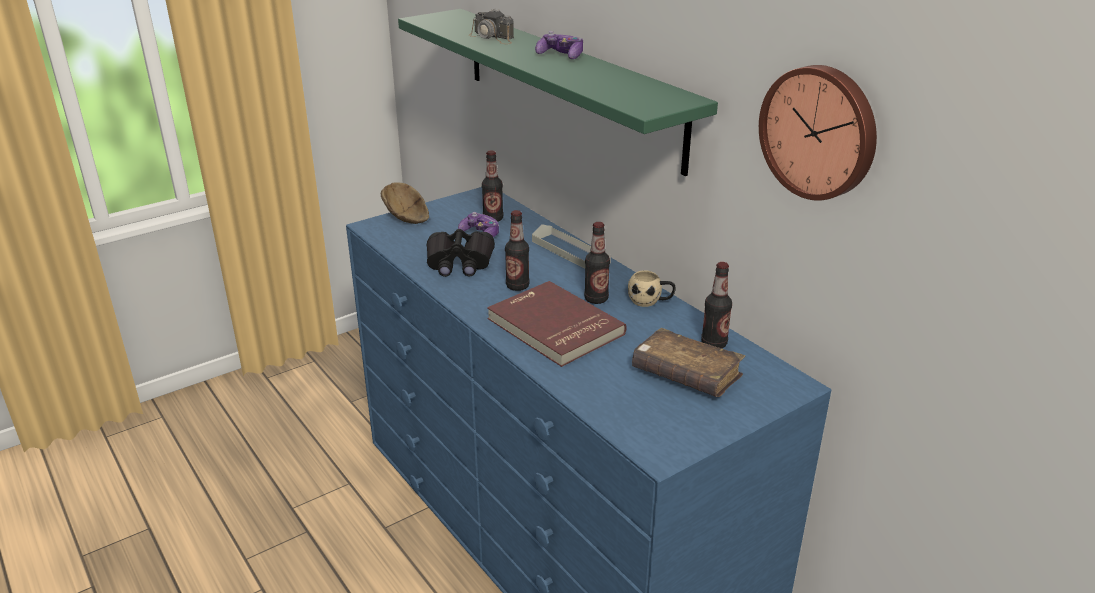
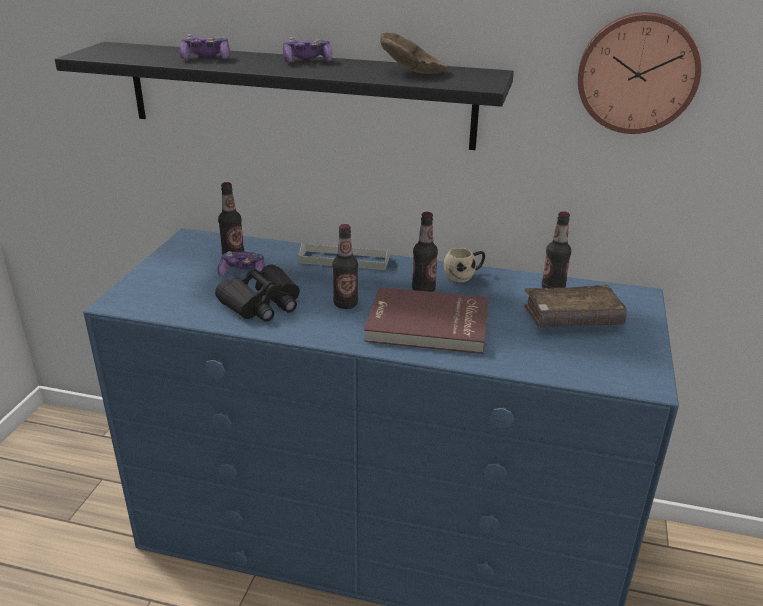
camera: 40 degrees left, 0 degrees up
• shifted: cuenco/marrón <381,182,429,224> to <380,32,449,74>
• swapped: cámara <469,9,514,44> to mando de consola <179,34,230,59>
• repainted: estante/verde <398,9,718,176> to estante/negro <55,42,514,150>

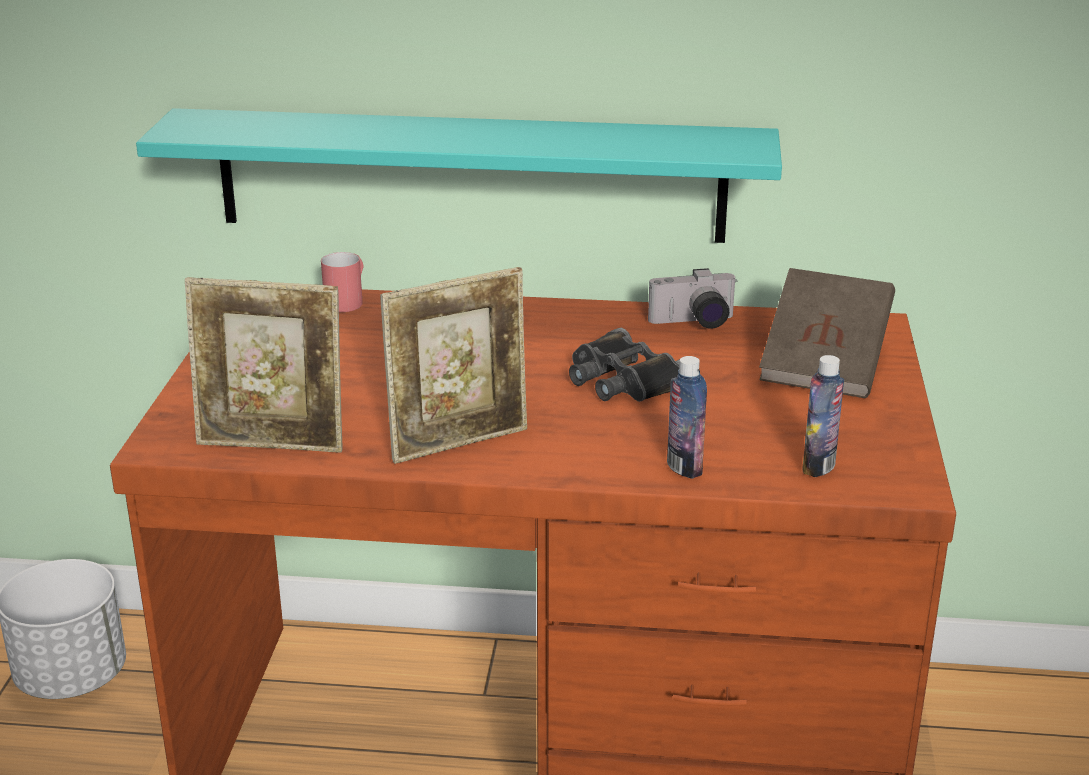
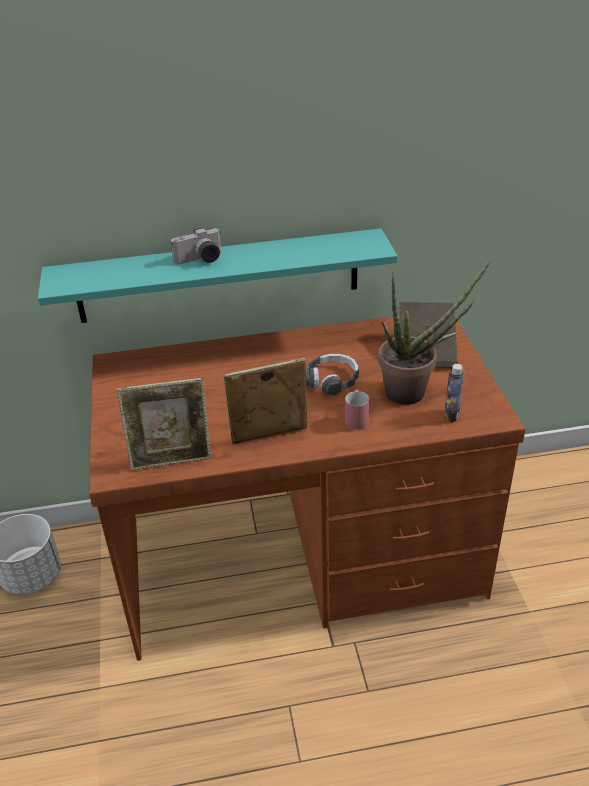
camera: 15 degrees left, 10 degrees up
• gone: botella <667,356,707,479>
• new: planta en maceta <378,259,491,405>
• shifted: taza grande/rojo <321,252,364,312> to <345,389,369,430>
• shifted: cámara <648,268,737,329> to <171,227,221,265>
• swapped: prismáticos/negro <569,328,680,402> to auriculares <306,353,359,396>
• rotated: portarretratos <380,267,527,464> = <223,358,307,445> 150 degrees counterclockwise

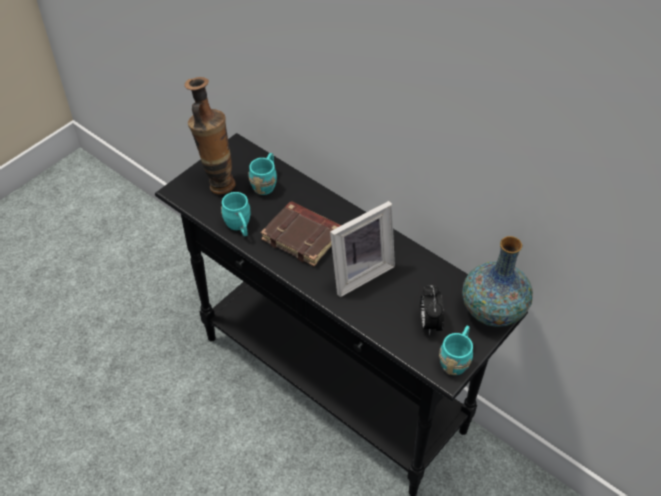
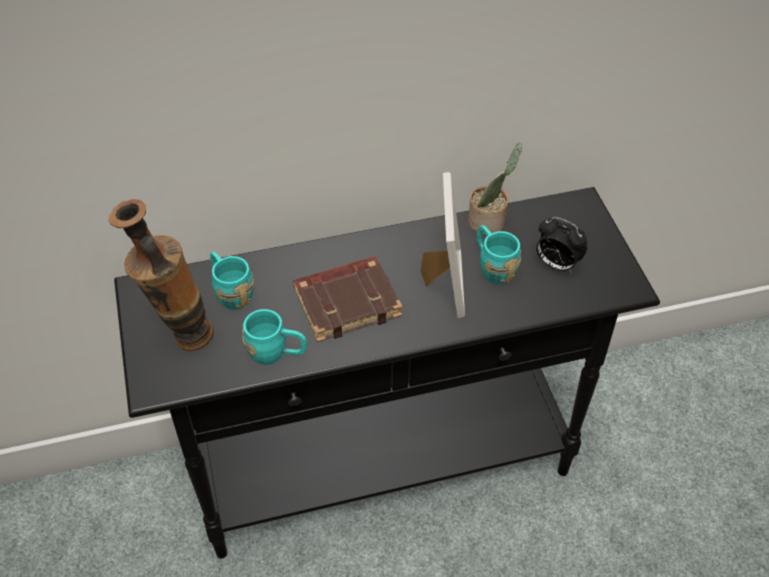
camera: 55 degrees left, 0 degrees up
• gone: florero <462,236,533,327>
• new: planta en maceta <468,143,522,235>
• shifted: taza grande/turquesa <439,326,473,375> to <477,225,521,284>

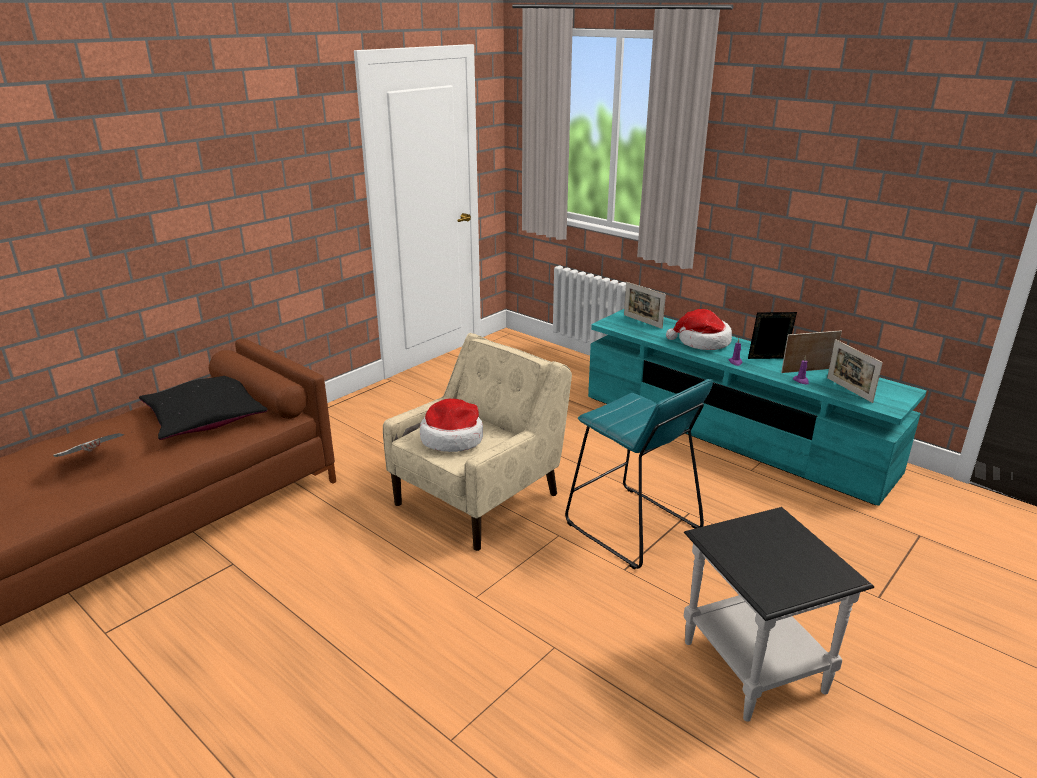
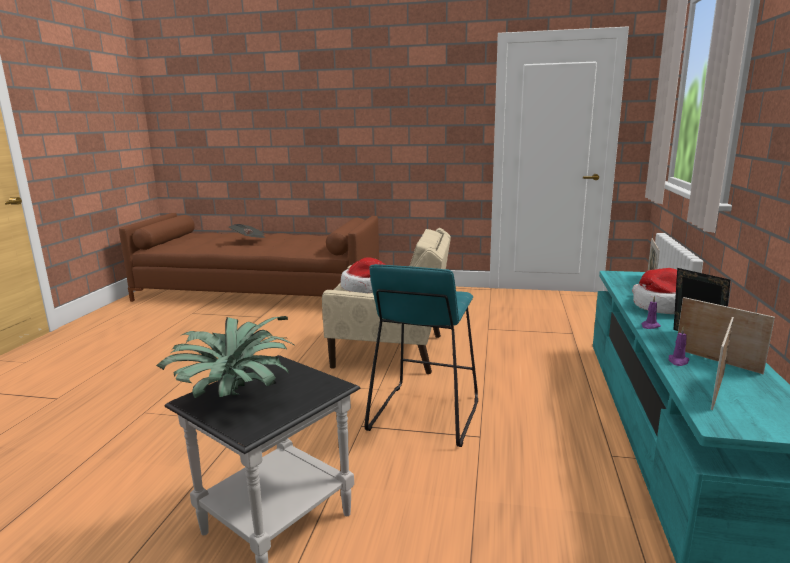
camera: 60 degrees right, 10 degrees down
• gone: cojín/negro <139,376,268,440>
• new: planta en maceta <156,316,296,399>

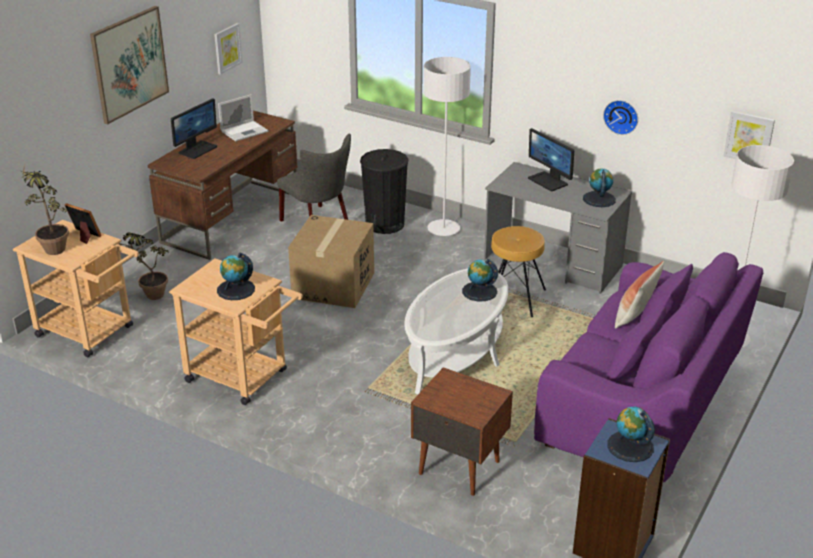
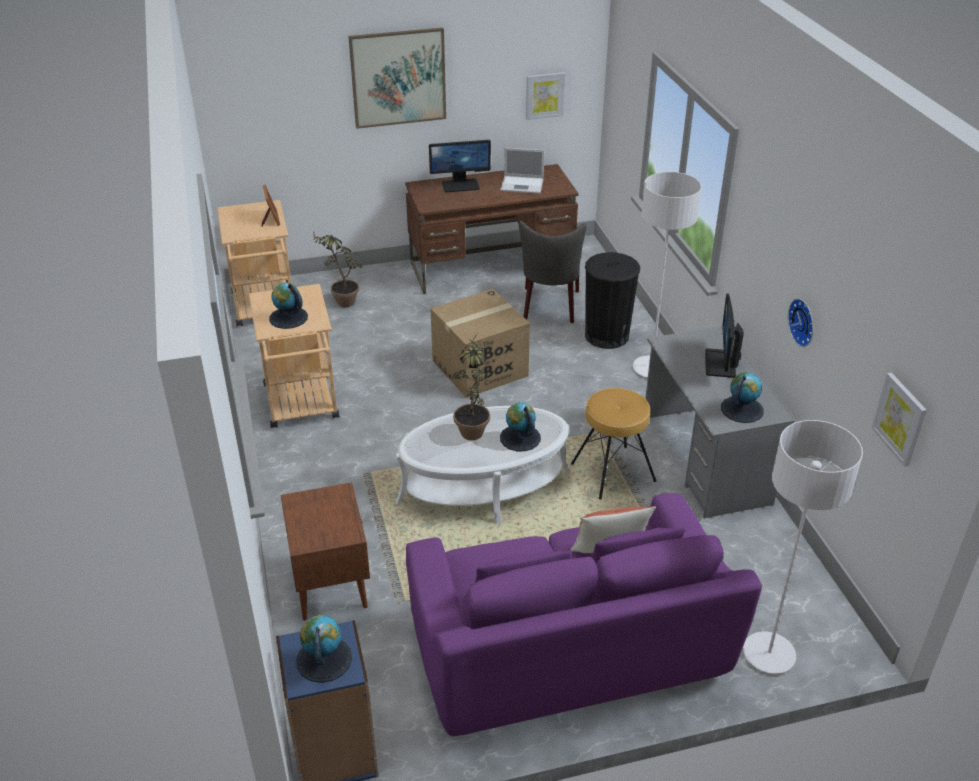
camera: 45 degrees right, 5 degrees up
• shifted: planta en maceta <21,169,69,255> to <452,334,490,441>

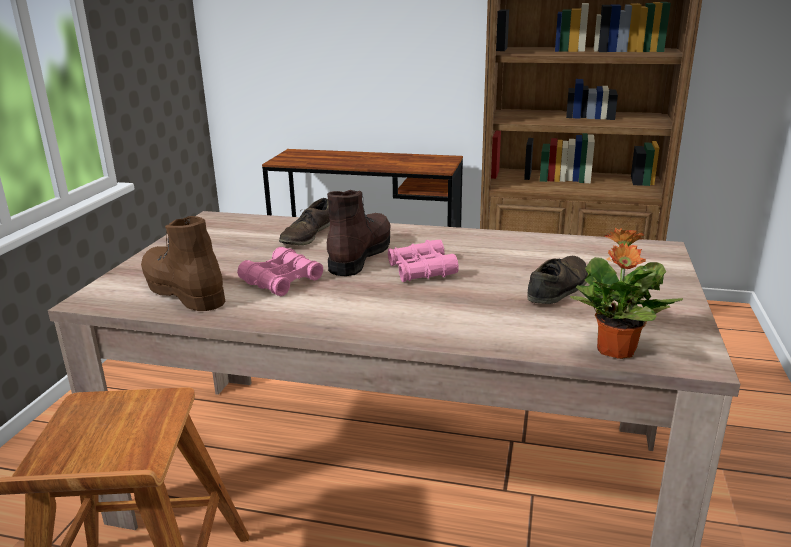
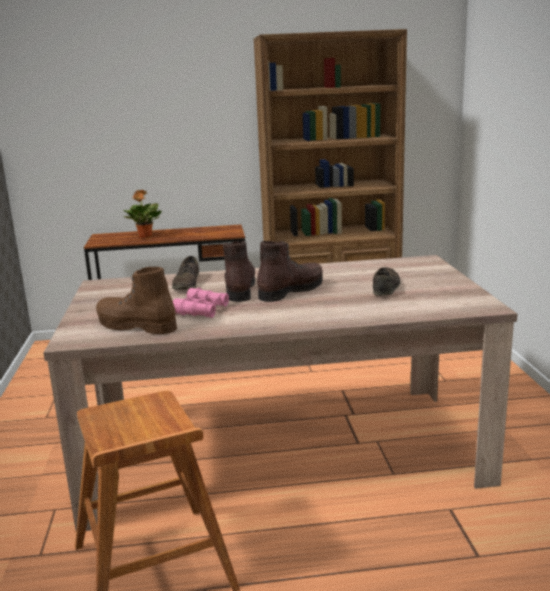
camera: 20 degrees left, 5 degrees down
• shifted: planta en maceta <570,227,683,359> to <124,190,161,238>
• swapped: prismáticos/rosa <388,240,459,282> to bota/marrón <257,241,323,302>

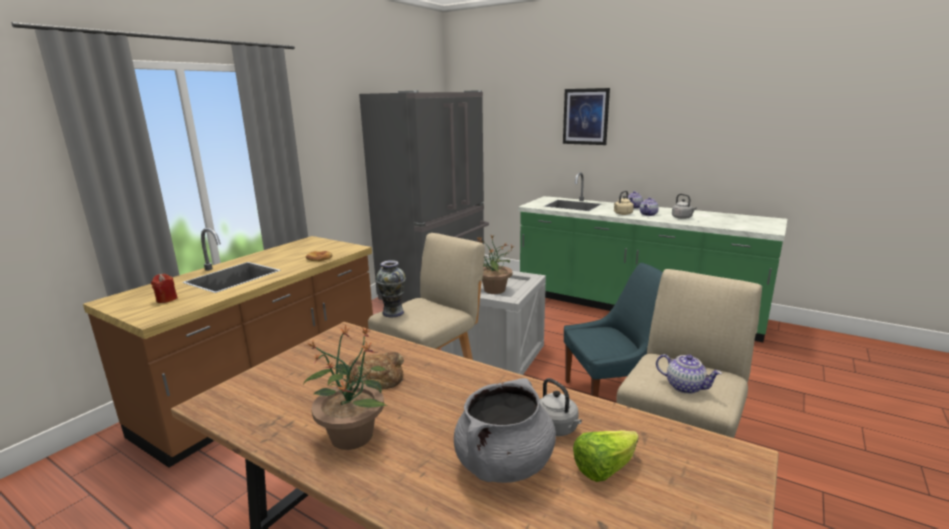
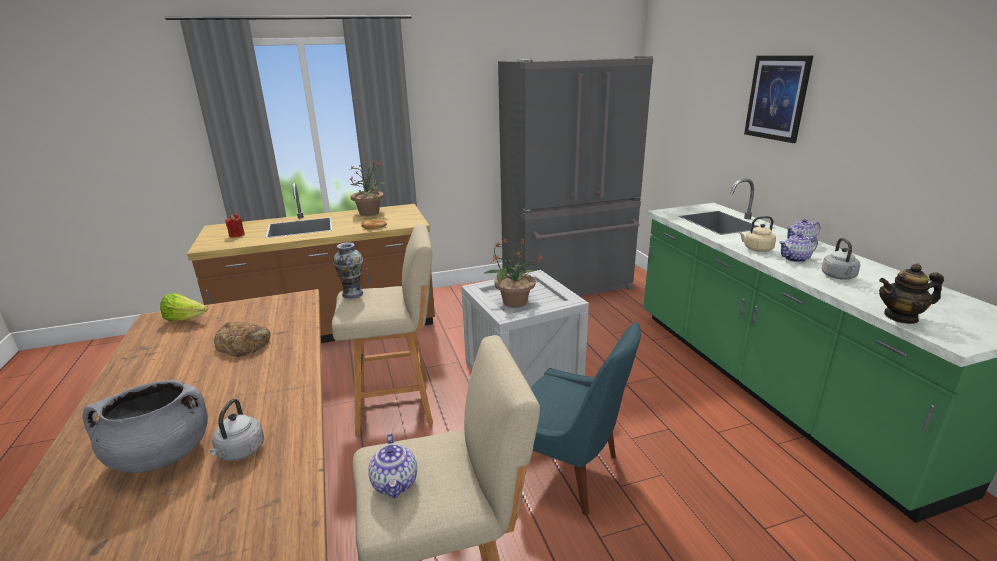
camera: 40 degrees right, 5 degrees up
• new: tetera <879,264,944,324>
• shifted: planta en maceta <303,325,387,450> to <349,161,387,216>
• shifted: lechuga <573,430,639,482> to <160,293,208,321>

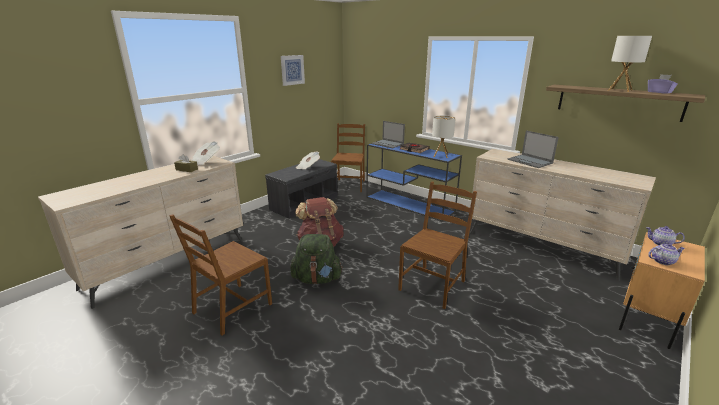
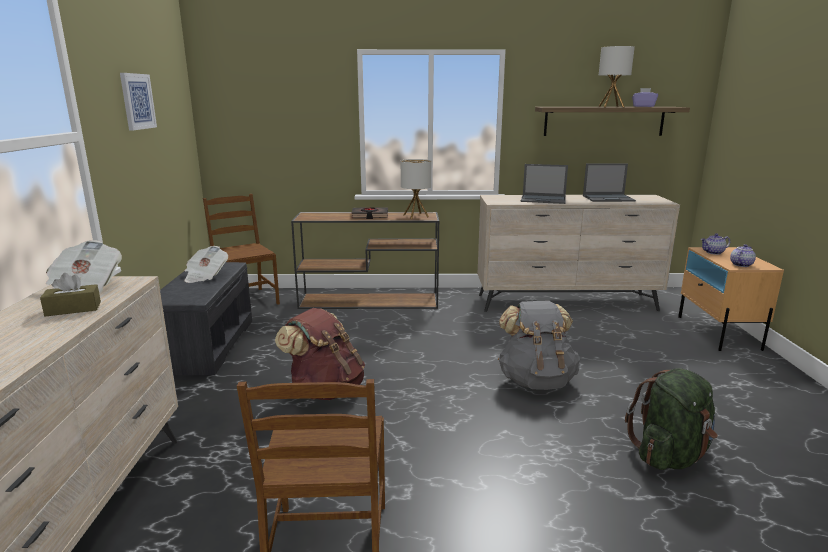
camera: 40 degrees left, 5 degrees down
• shifted: mochila/verde <290,234,343,284> to <625,368,718,470>
• shifted: portátil <371,121,405,148> to <583,164,636,202>
• swapped: silla/marrón <398,181,477,309> to mochila/gris <498,301,580,390>
• repainted: mesa consola/azul <366,144,462,222> to mesa consola/marrón <291,212,439,309>

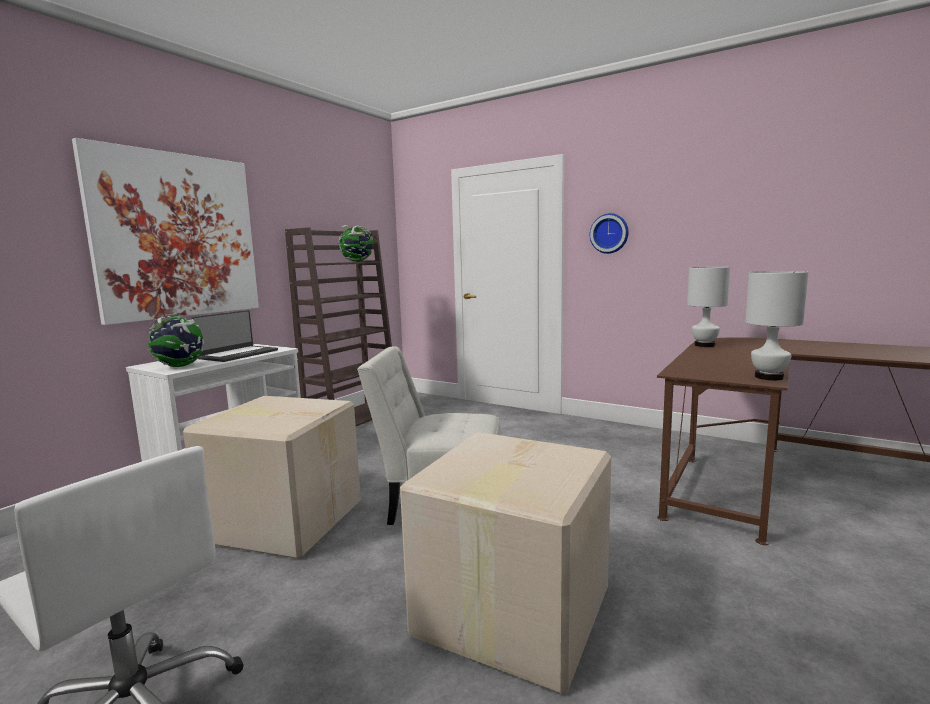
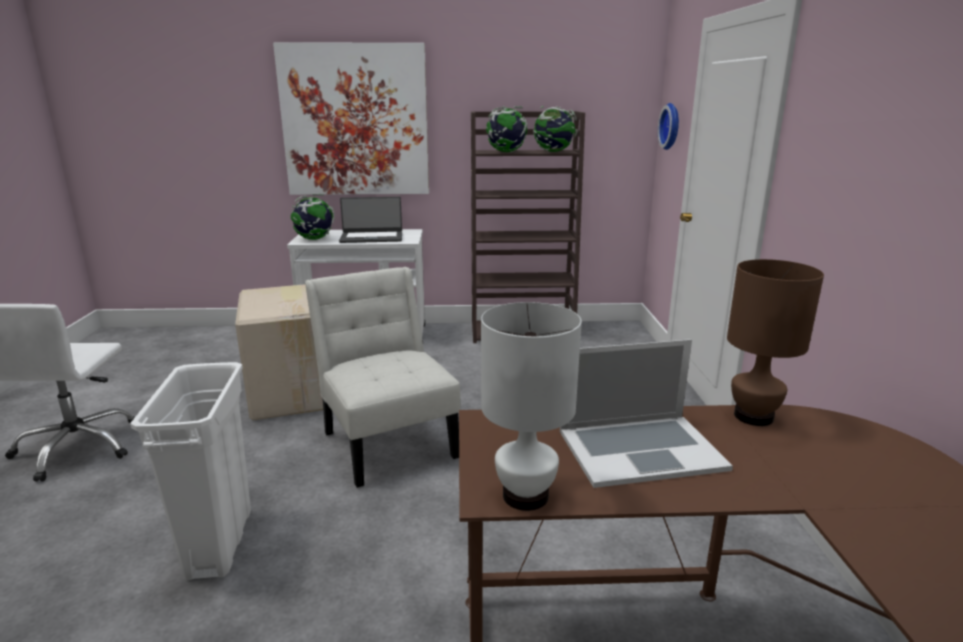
camera: 55 degrees right, 10 degrees up
• new: globo terráqueo <486,106,528,152>
• new: portátil <560,339,733,488>
• shifted: reloj de pared <590,213,629,254> to <658,103,679,150>
• swapped: caja de cartón <400,432,611,693> to papelera/blanco <130,362,251,580>
• repainted: lámpara de mesa/blanco <687,267,730,347> to lámpara de mesa/marrón <727,259,824,426>

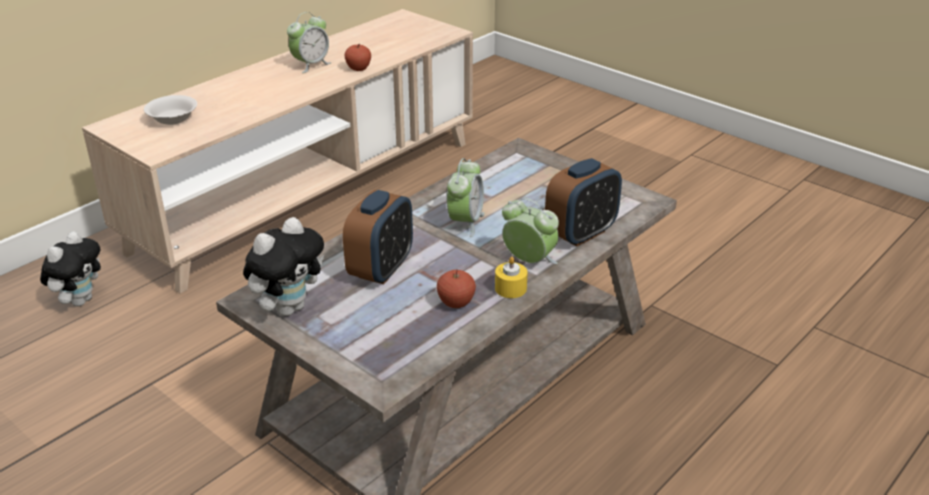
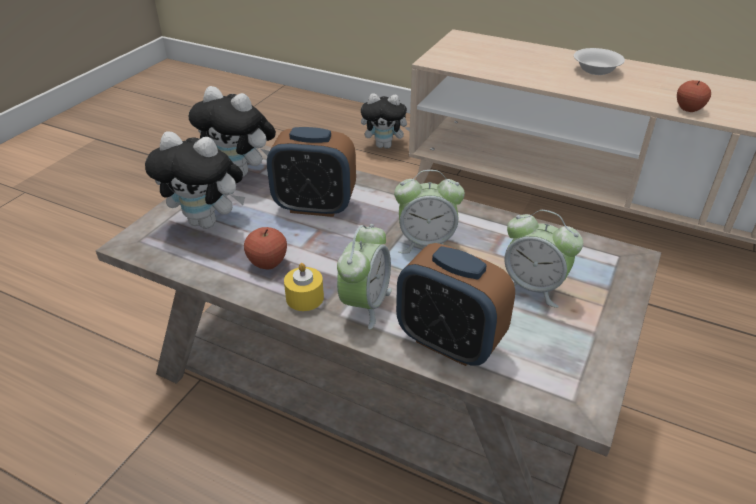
camera: 75 degrees right, 5 degrees up
• new: peluche <145,131,245,228>
• shifted: cuenco/blanco <144,95,197,125> to <574,48,625,75>
• shifted: despertador <287,12,331,73> to <504,210,583,308>

